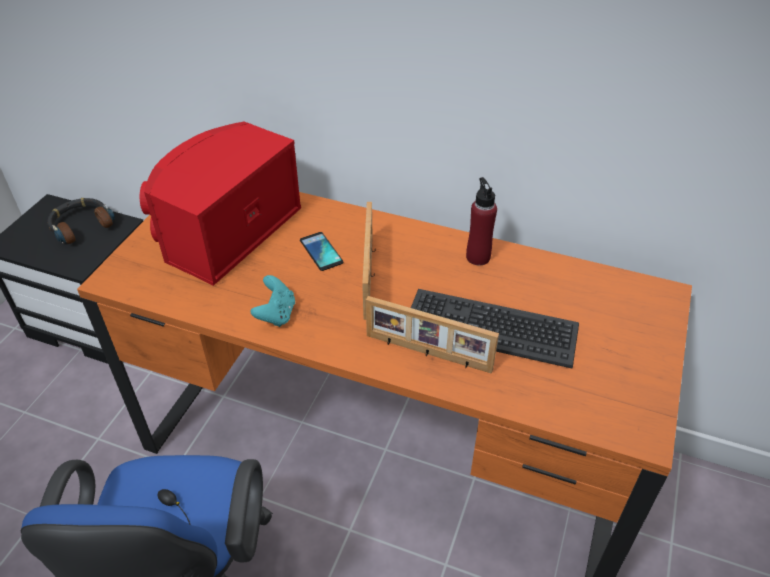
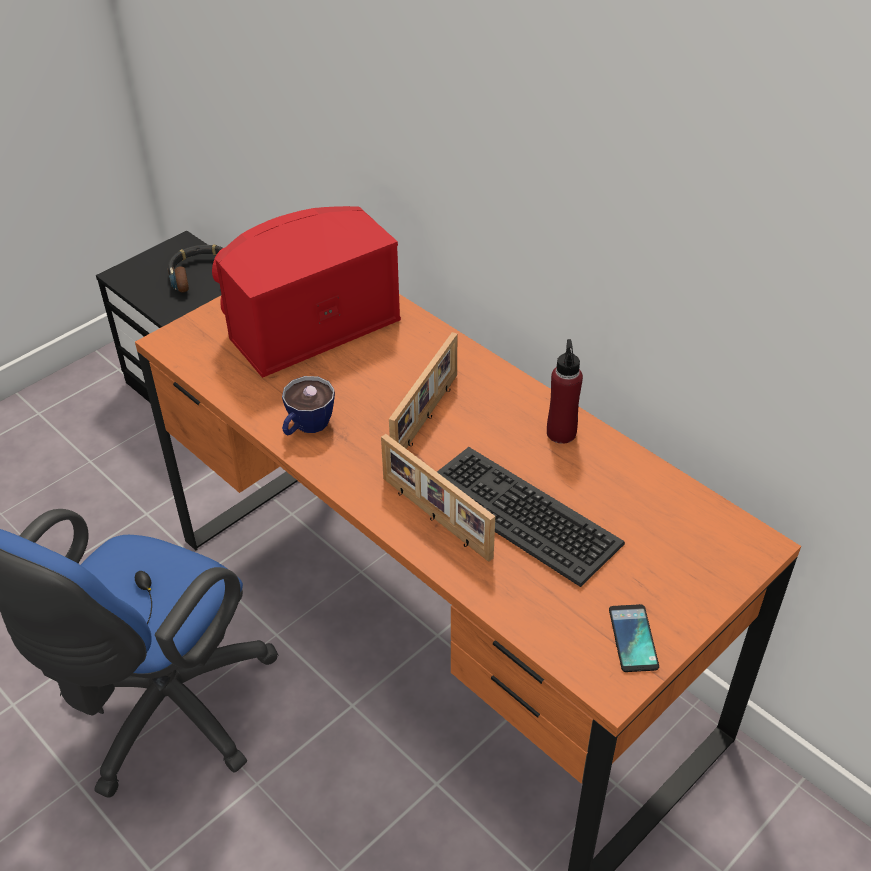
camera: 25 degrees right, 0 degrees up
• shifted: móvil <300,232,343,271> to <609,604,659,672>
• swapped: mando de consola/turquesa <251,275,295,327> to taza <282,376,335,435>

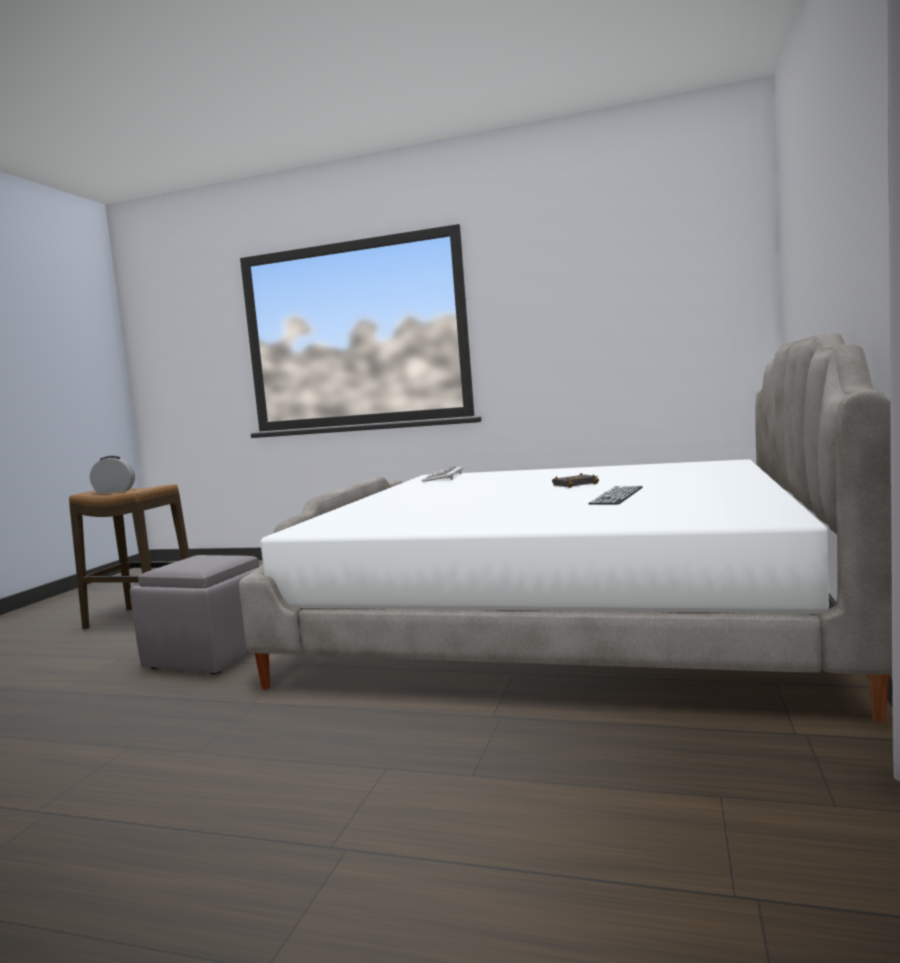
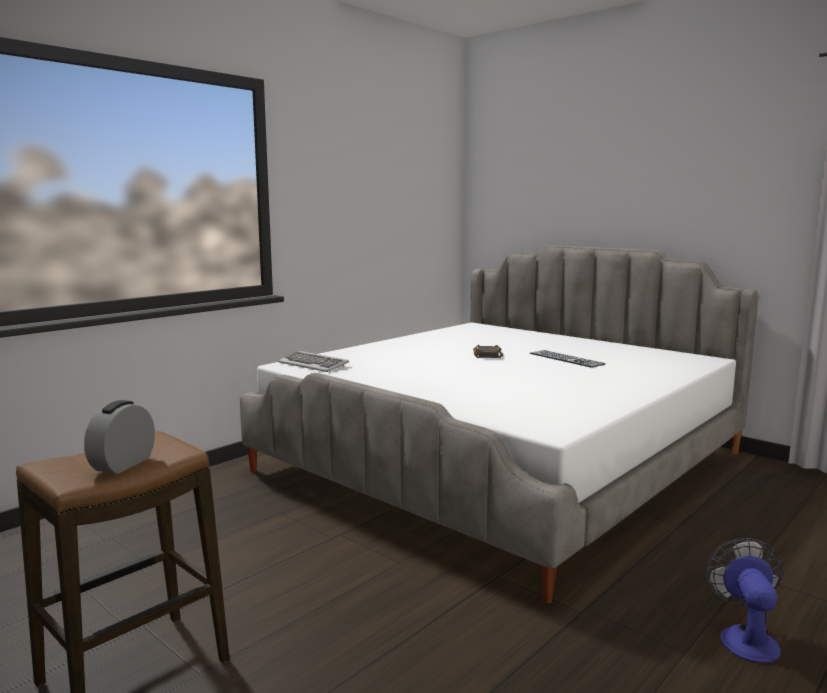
camera: 65 degrees left, 5 degrees up
• gone: puf/gris <130,555,260,674>
• new: ventilador <706,538,782,663>

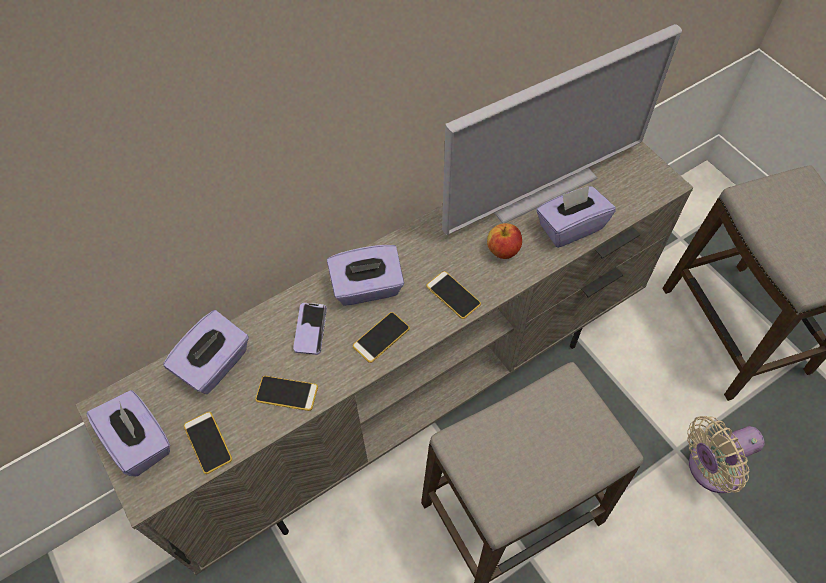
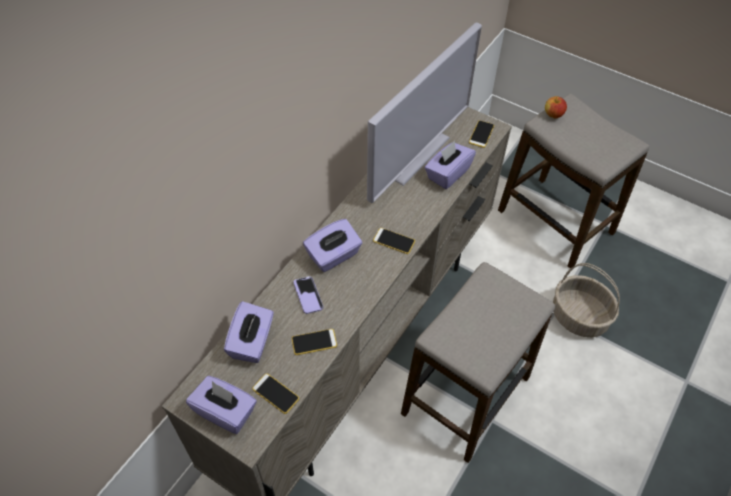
camera: 25 degrees left, 5 degrees down
• shifted: móvil <353,312,410,363> to <469,120,494,148>
• shifted: manzana <487,223,522,259> to <545,96,567,119>
• swapped: ventilador/beis <687,416,765,493> to cesta <553,263,620,338>

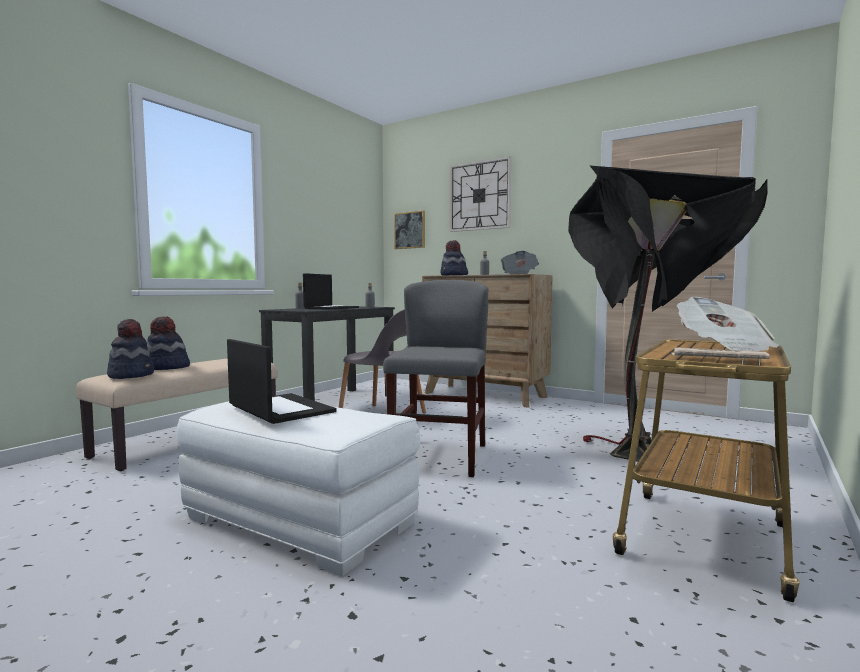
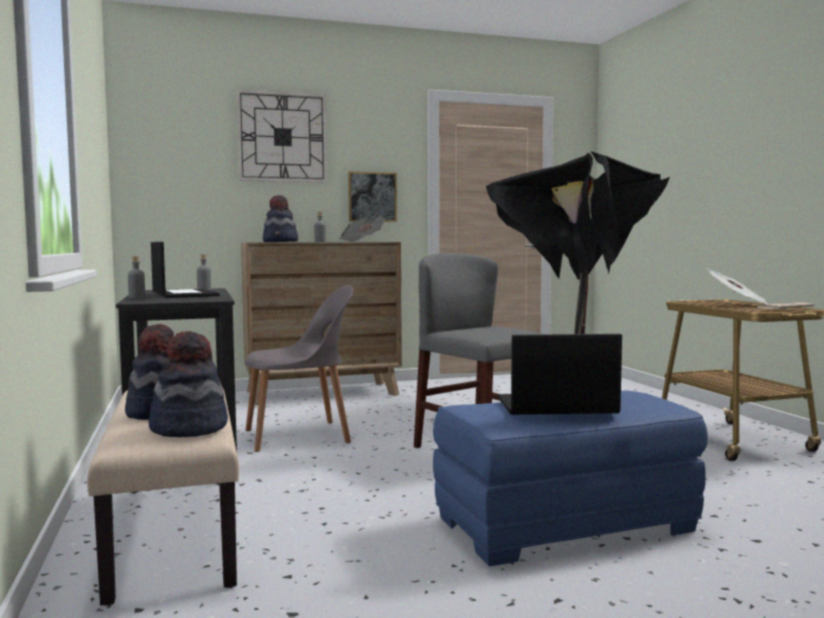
camera: 50 degrees left, 0 degrees up
• shifted: cuadro <394,211,425,249> to <348,172,397,222>
• repainted: puf/blanco <176,401,420,576> to puf/azul <433,391,708,566>

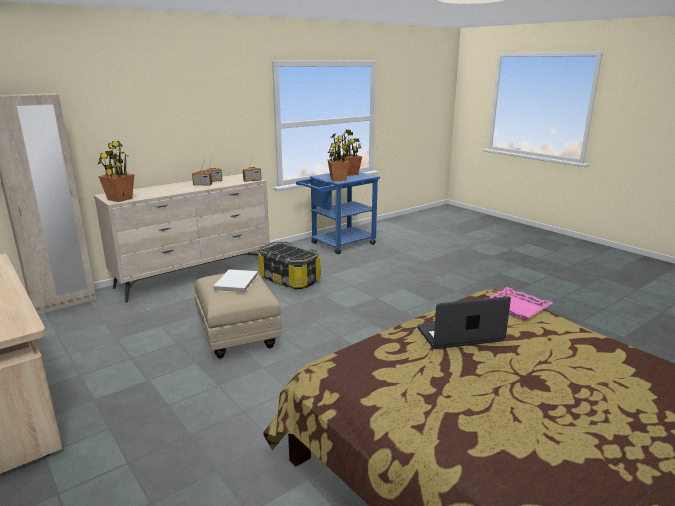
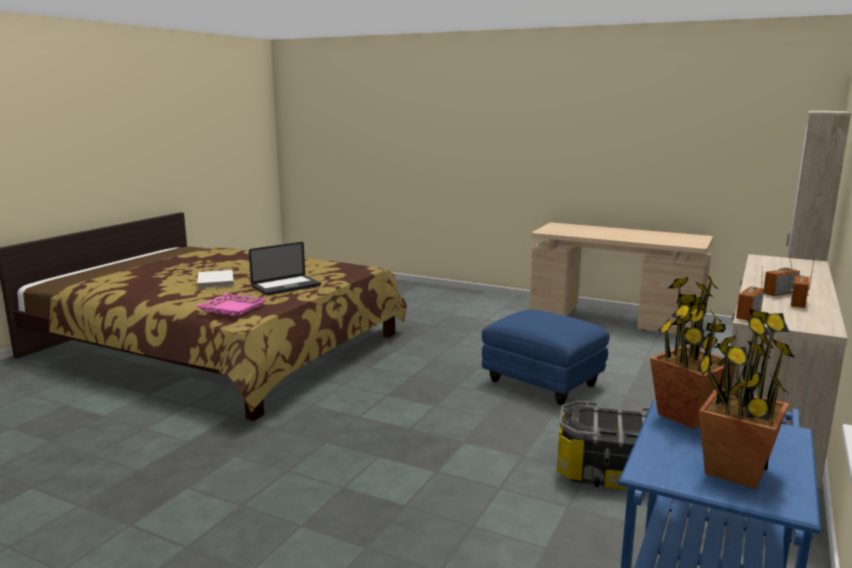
camera: 155 degrees right, 5 degrees down
• gone: planta en maceta <98,141,134,202>
• shifted: libro/blanco <213,269,258,293> to <197,270,234,289>
• repainted: puf/beis <194,272,282,358> to puf/azul <482,310,610,405>

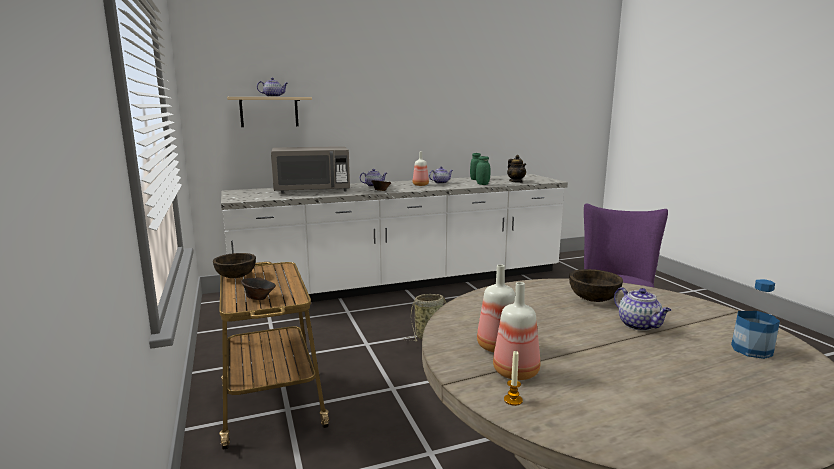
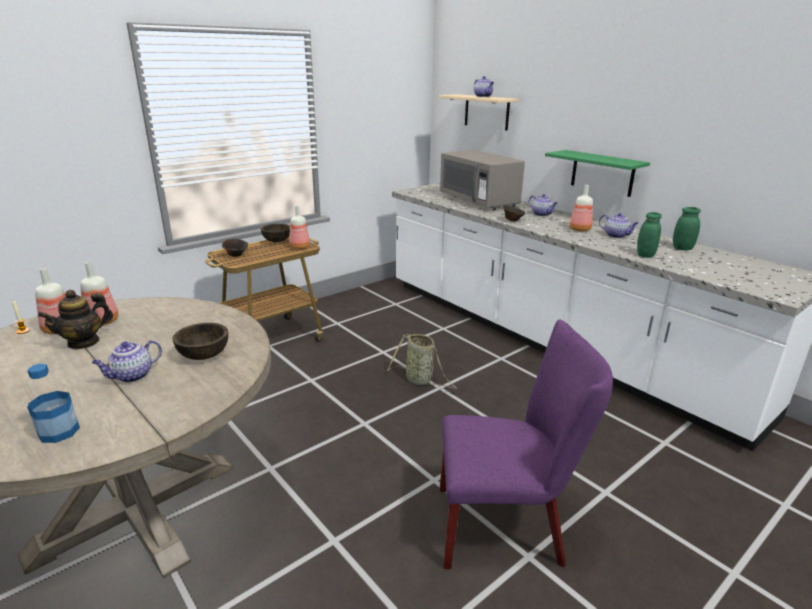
camera: 70 degrees right, 10 degrees up
• new: botella <289,206,310,249>
• new: estante/verde <545,150,650,197>
• shifted: tetera <507,155,526,183> to <38,290,113,350>

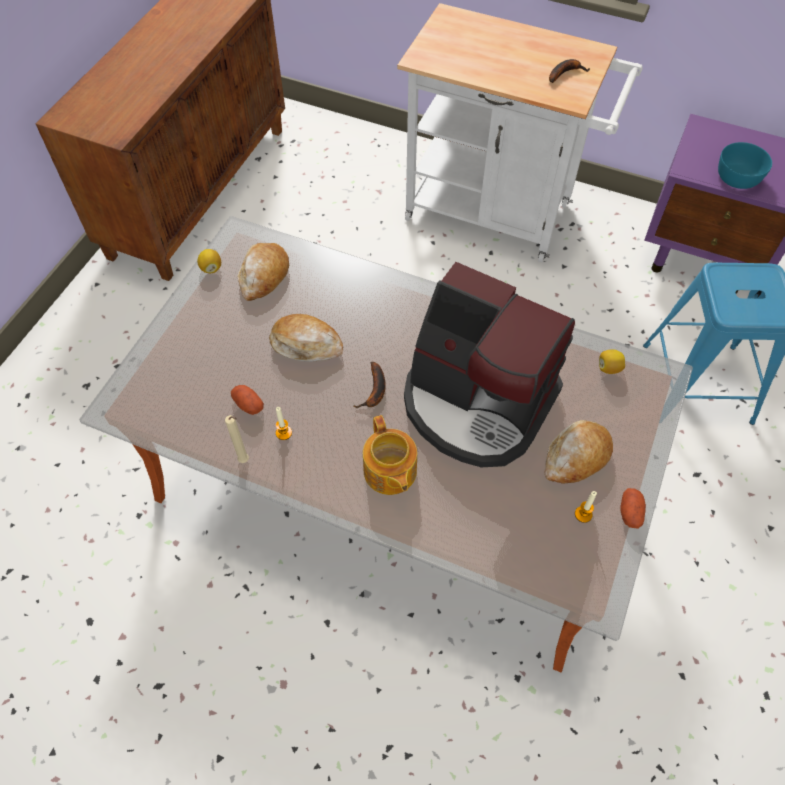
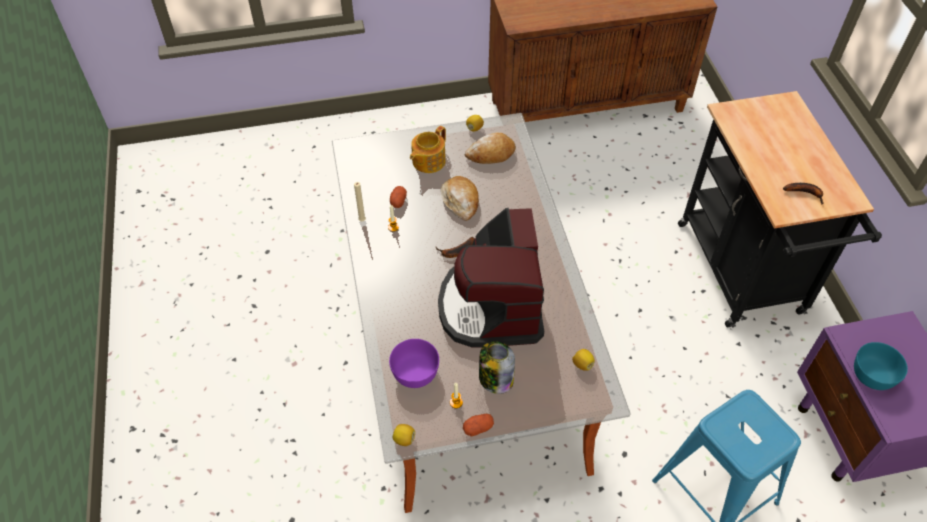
camera: 55 degrees right, 5 degrees down
• new: cuenco/morado <389,339,439,388>
• new: limón <393,424,415,446>
• shifted: tetera <363,415,417,495> to <410,126,446,173>
• swapped: pan <544,420,613,484> to tarro <479,341,515,394>
• repainted: carrito/blanco <397,3,643,262> to carrito/negro <678,91,882,327>

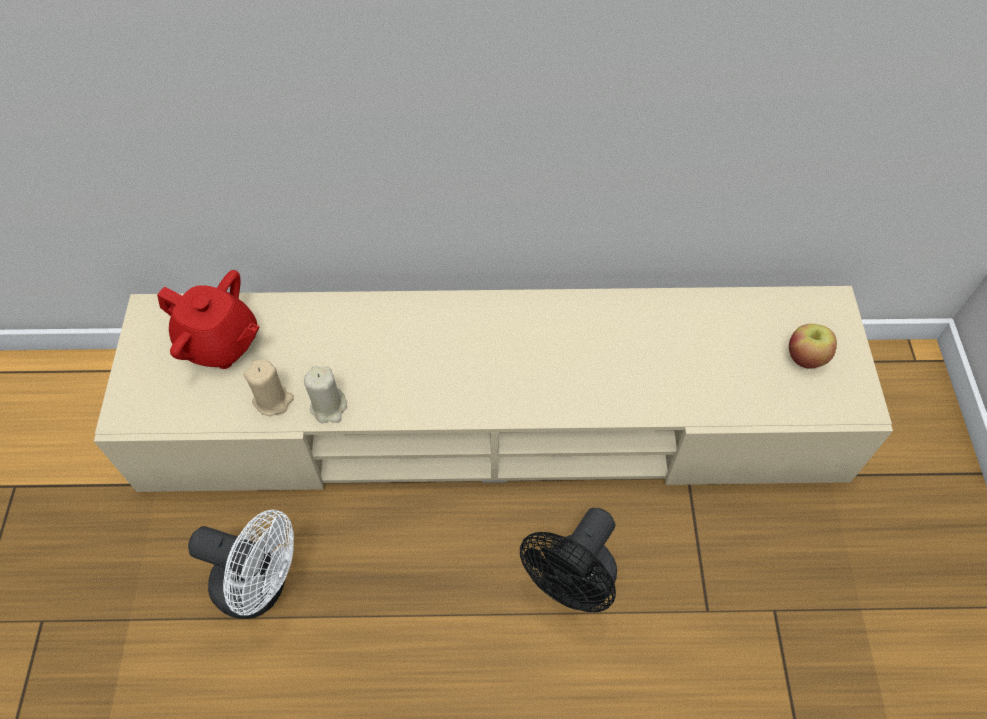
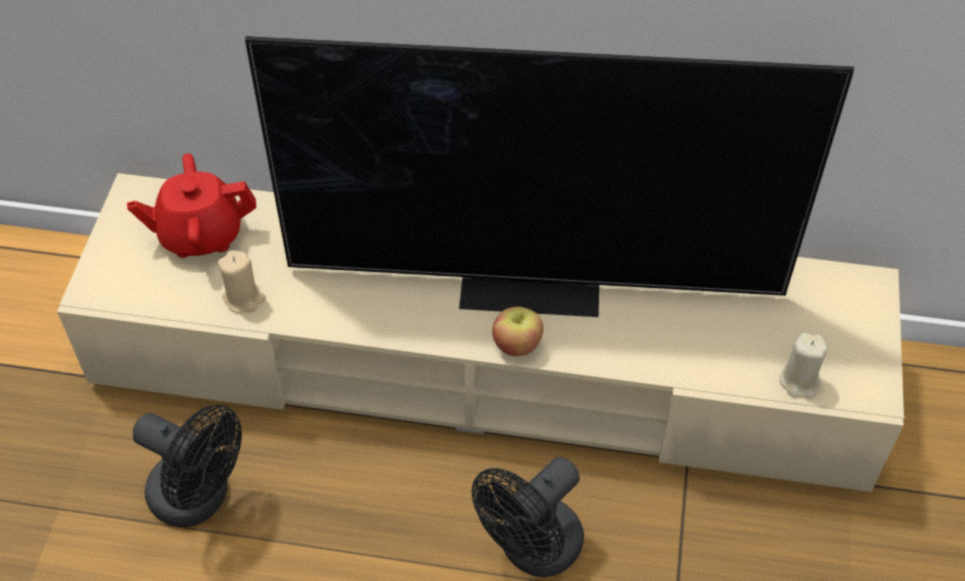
camera: 10 degrees right, 5 degrees down
• new: televisor <245,36,854,317>
• shifted: vela/beis <304,366,347,423> to <780,333,827,399>
• shifted: manzana <789,324,837,369> to <492,307,544,356>
• repainted: ventilador/blanco <188,510,294,619> to ventilador/negro <133,404,242,527>
• rotated: tetera/rojo <157,270,259,369> = <127,153,256,258> 135 degrees clockwise

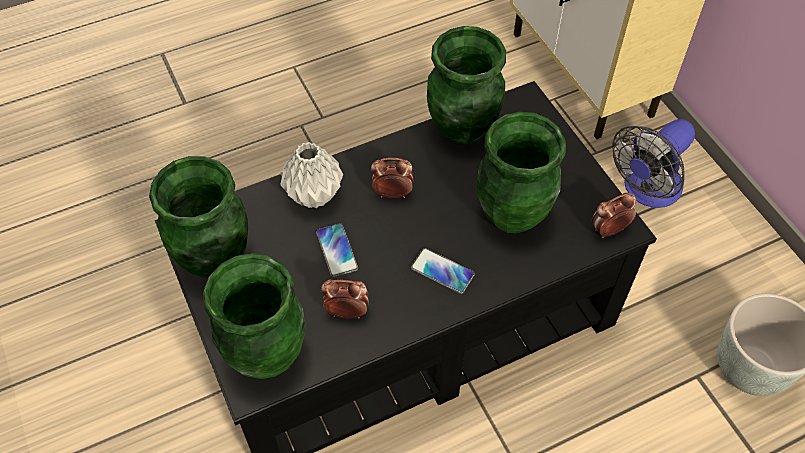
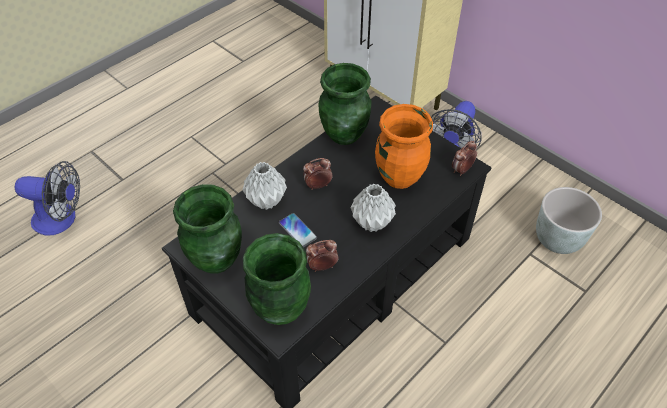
camera: 20 degrees left, 5 degrees down
• new: ventilador <15,161,80,236>
• swapped: móvil <411,248,475,294> to florero/gris <350,184,396,232>
• repainted: florero/verde <477,112,566,233> to florero/naranja <375,104,433,189>

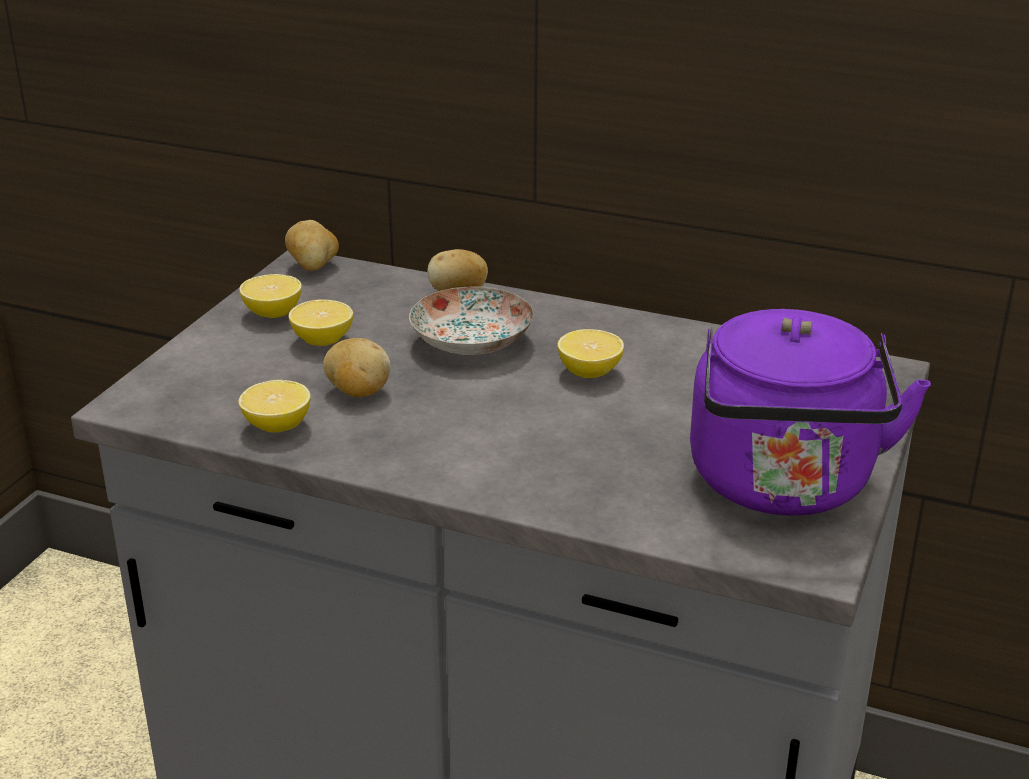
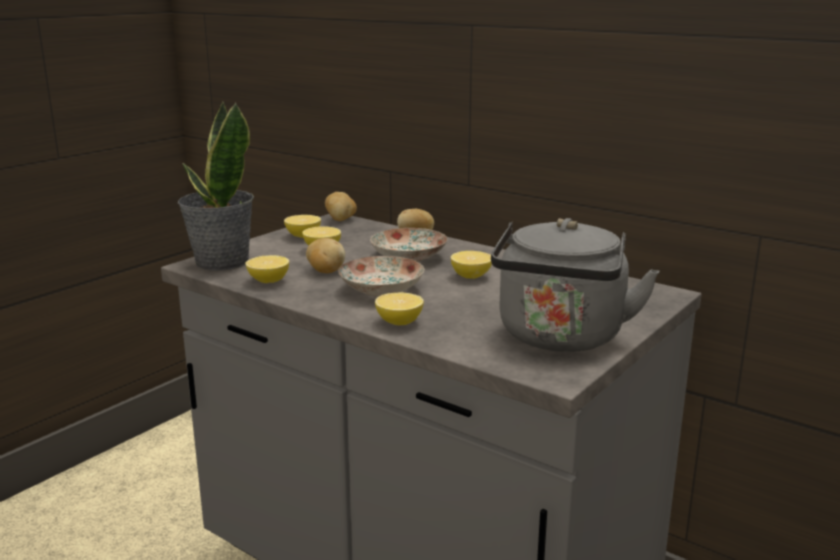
camera: 15 degrees right, 10 degrees down
• new: planta en maceta <178,102,254,271>
• new: plato <338,256,424,297>
• new: limón <375,293,424,325>
• repainted: hervidor/morado <690,309,931,516> to hervidor/gris <491,218,659,352>

